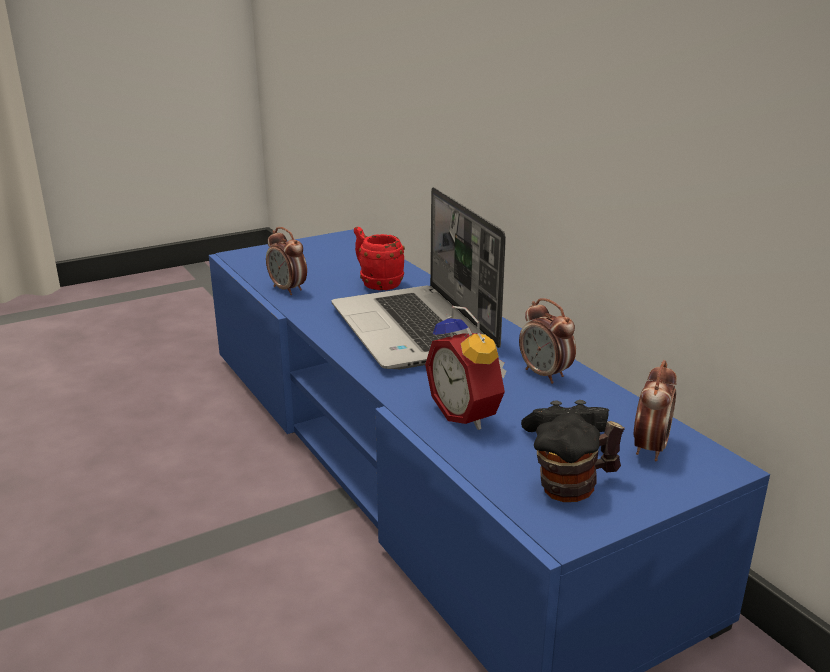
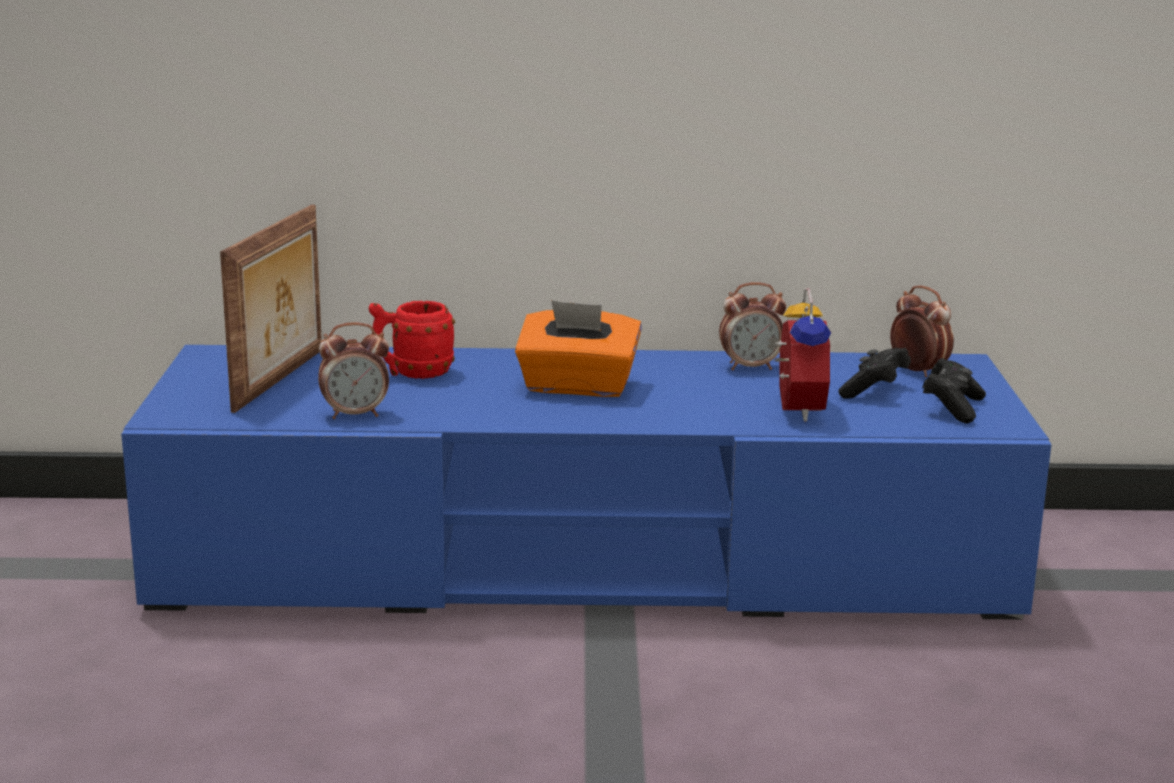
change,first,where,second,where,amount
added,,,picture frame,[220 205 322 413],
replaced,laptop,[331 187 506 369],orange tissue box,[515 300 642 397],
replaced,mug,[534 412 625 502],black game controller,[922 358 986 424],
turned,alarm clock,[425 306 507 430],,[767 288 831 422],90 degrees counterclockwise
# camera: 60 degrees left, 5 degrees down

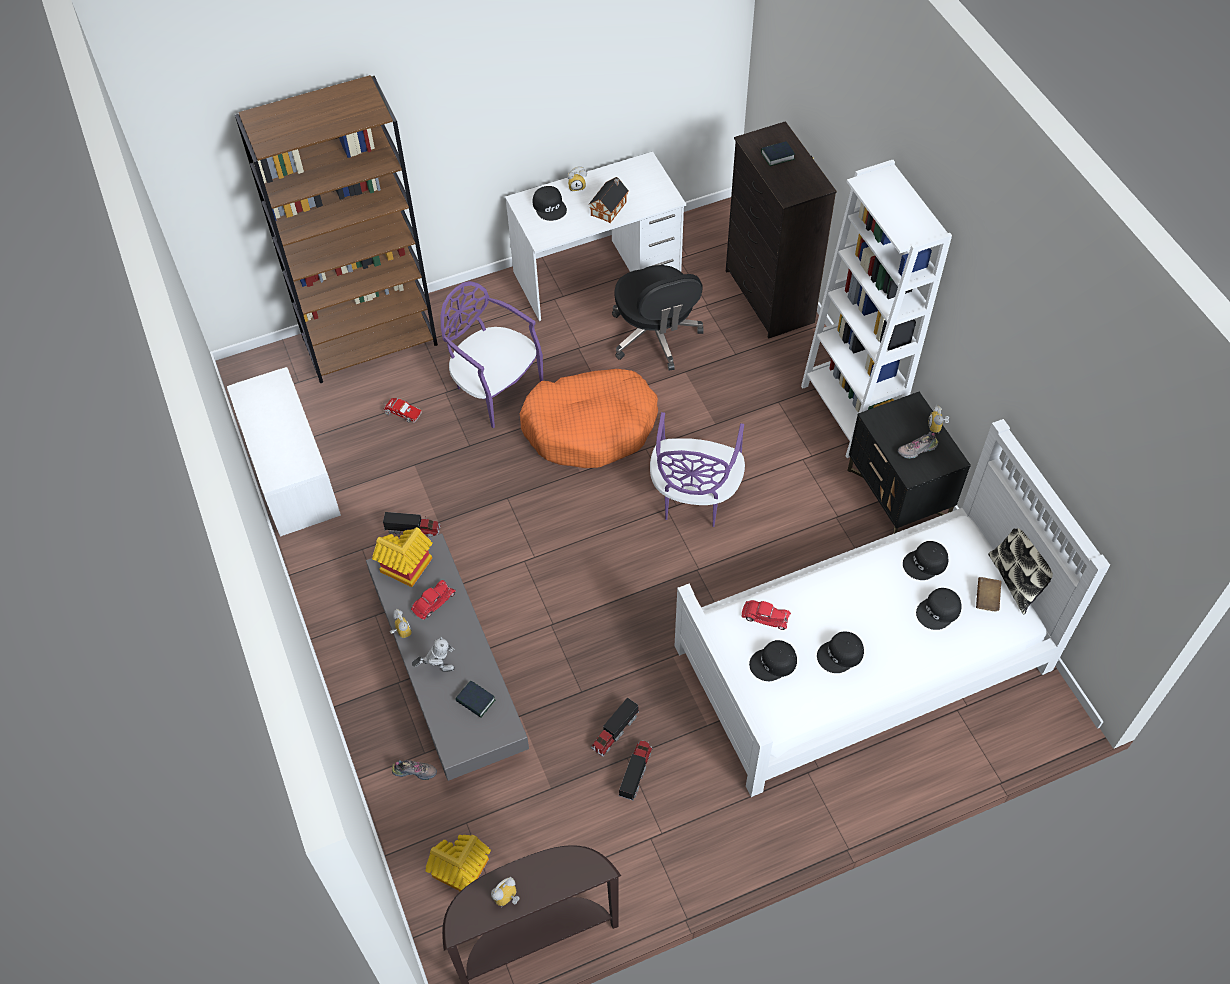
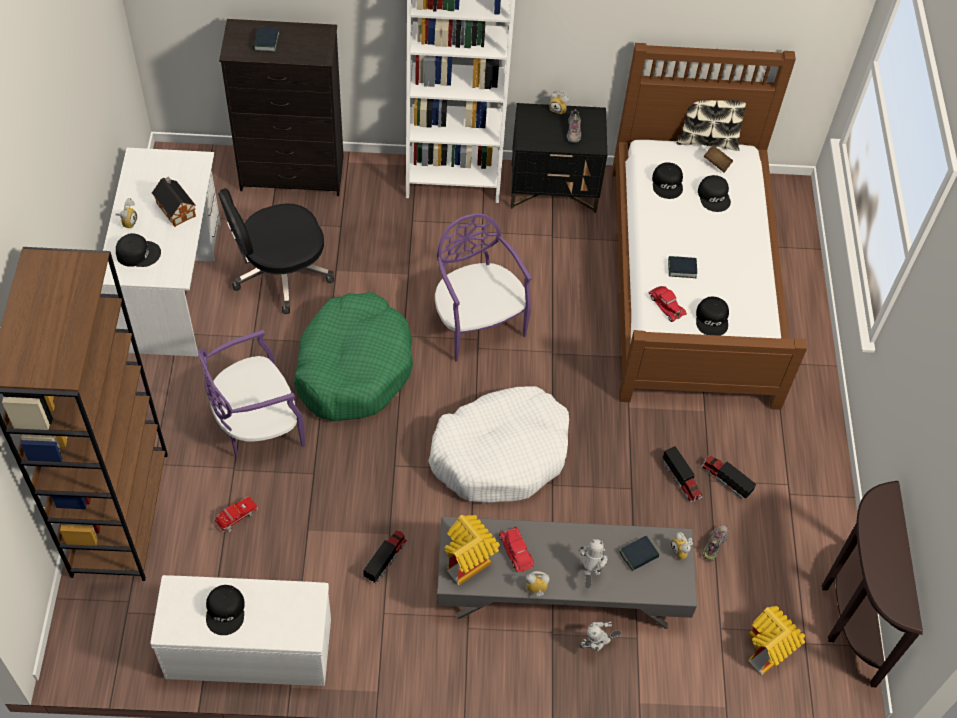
change,first,where,second,where,amount
added,,,white dog bed,[429 386 569 503],
added,,,toy robot,[580 622 621 652],
added,,,book,[668 256 697 278],
moved,shoe,[392 760 437 780],,[702 525 728 561],
moved,alarm clock,[491 877 519 907],,[671 532 693 559],
moved,black cap,[817 631 864 673],,[206 585 245 635],
recoloured,orange dog bed,[520 369 658 468],green dog bed,[294 292 413 421],
recoloured,white bed,[675 419 1110 797],brown bed,[612 43 807 410],
turned,black office chair,[612 265 704 371],,[218 188 334 314],150 degrees clockwise
turned,purple chair,[650 412 745 527],,[435 213 532 362],150 degrees counterclockwise
turned,red toy car,[741 600 791 630],,[649 286 687 322],105 degrees clockwise
# camera: 70 degrees left, 0 degrees up

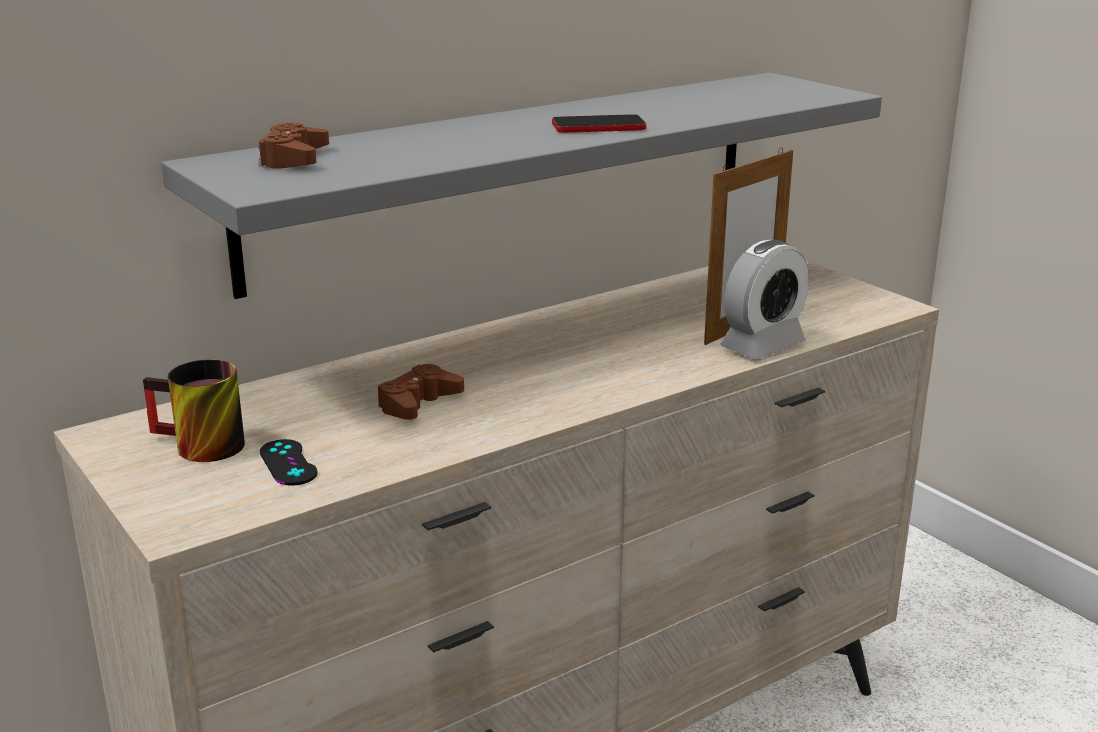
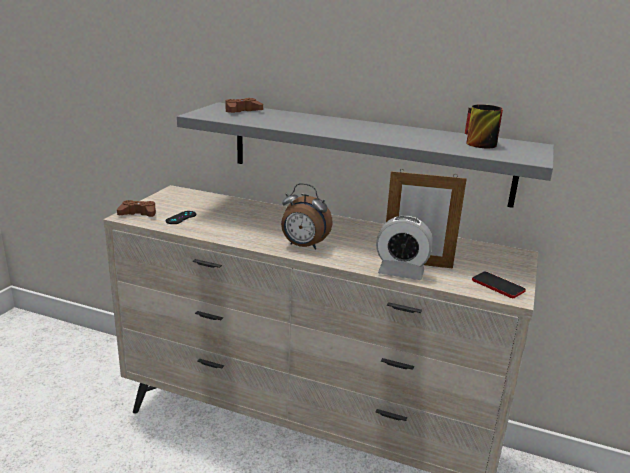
change,first,where,second,where,amount
added,,,alarm clock,[281 183 333 250],
moved,mug,[143 359 245 462],,[465 104 503 148],
moved,brown game controller,[378 364 464 420],,[117 200 156 217],
moved,phone,[552 114 646 133],,[472 271 526 298],
# camera: 55 degrees right, 0 degrees up

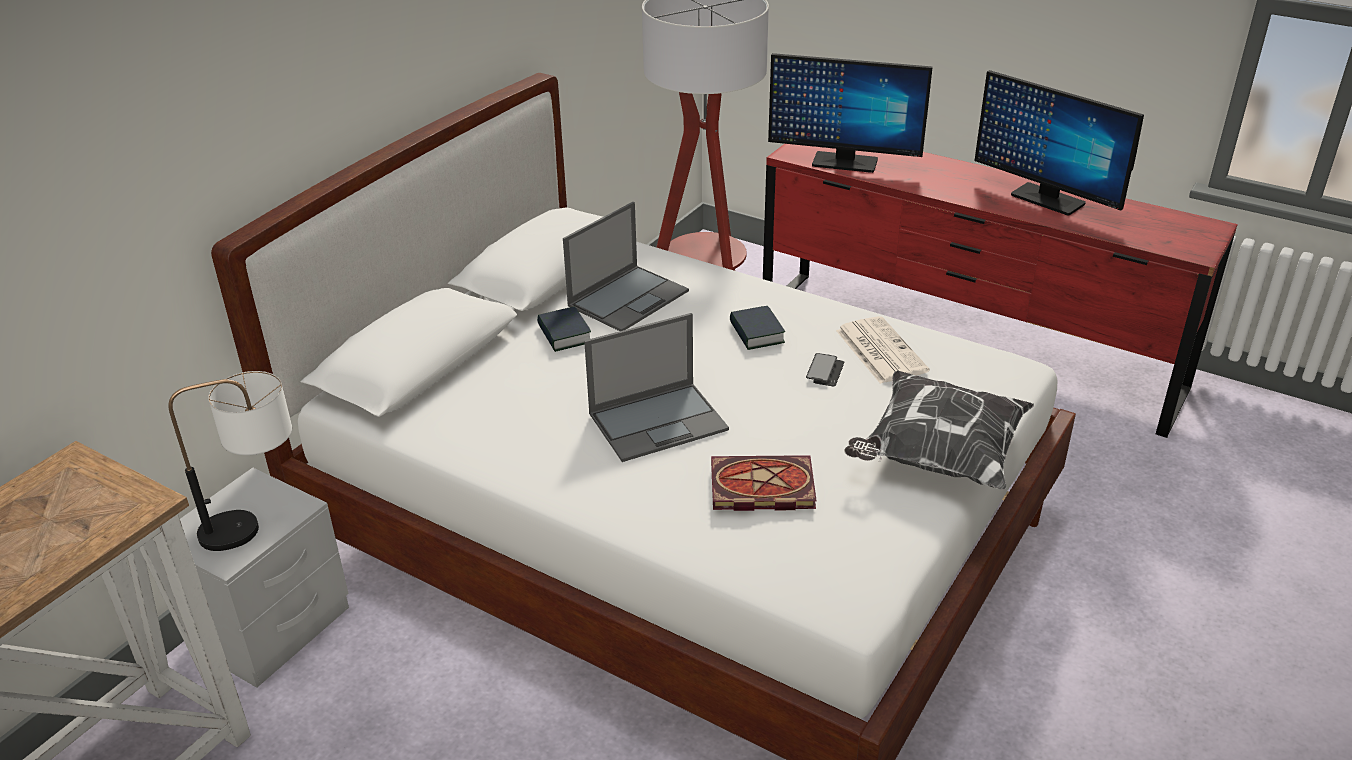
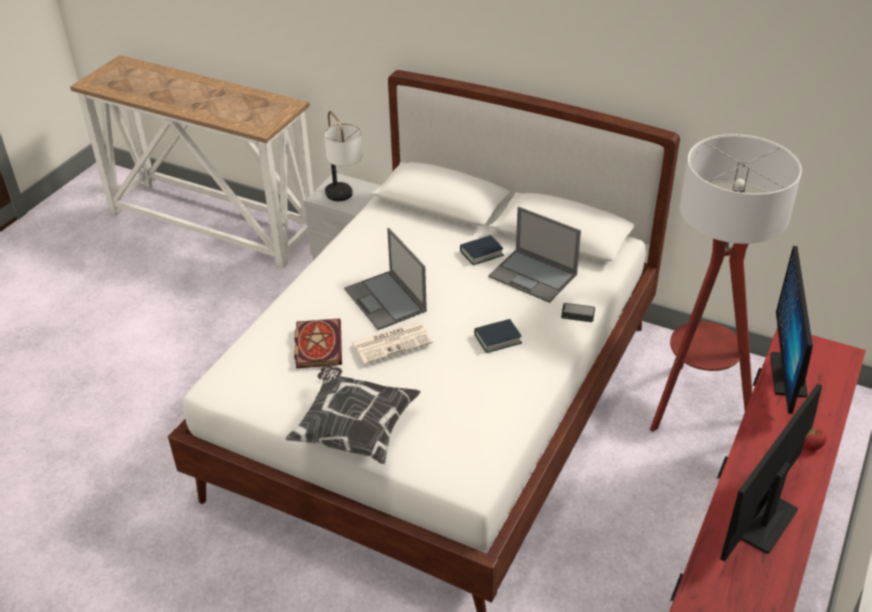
change,first,where,second,where,amount
added,,,apple,[804 429 826 451],
moved,phone,[806 353 845 386],,[561 303 595 322],
moved,newspaper,[836 316 929 384],,[352 322 433 364],
# camera: 85 degrees right, 5 degrees up

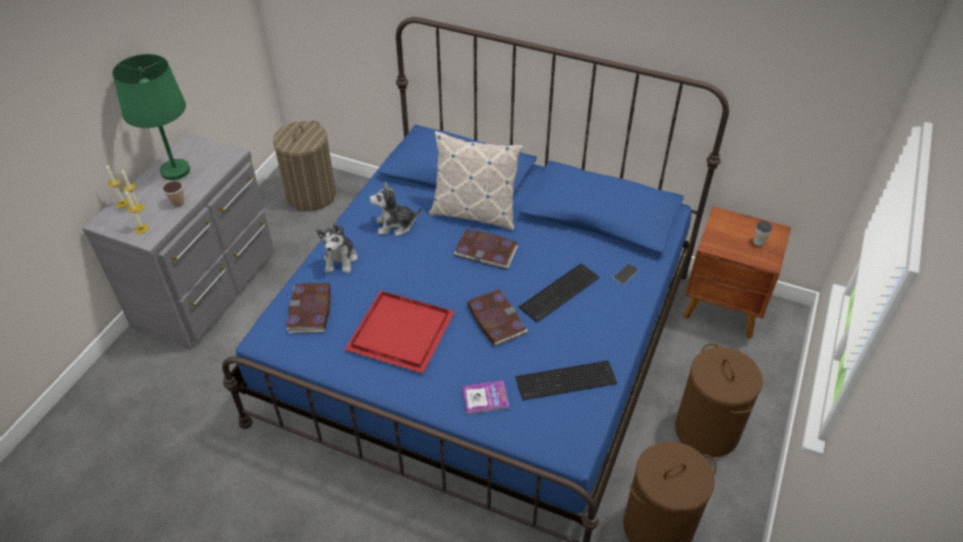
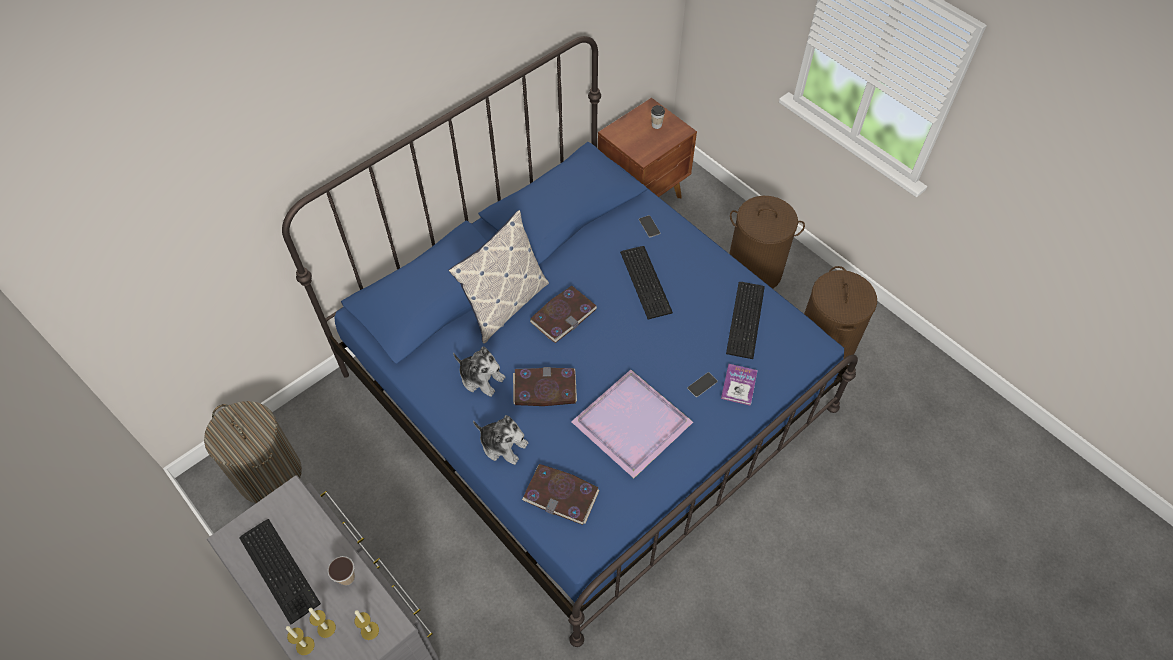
change,first,where,second,where,amount
added,,,phone,[687 372 718 397],
moved,book,[467 289 528 346],,[513 367 577 406],
replaced,green table lamp,[112 54 190 180],keyboard,[239 519 321 625],
recoloured,red tray,[345 291 455 373],purple tray,[571 370 693 478],
turned,plush toy,[369 181 422 236],,[453 347 506 397],75 degrees counterclockwise
# camera: 65 degrees left, 10 degrees up

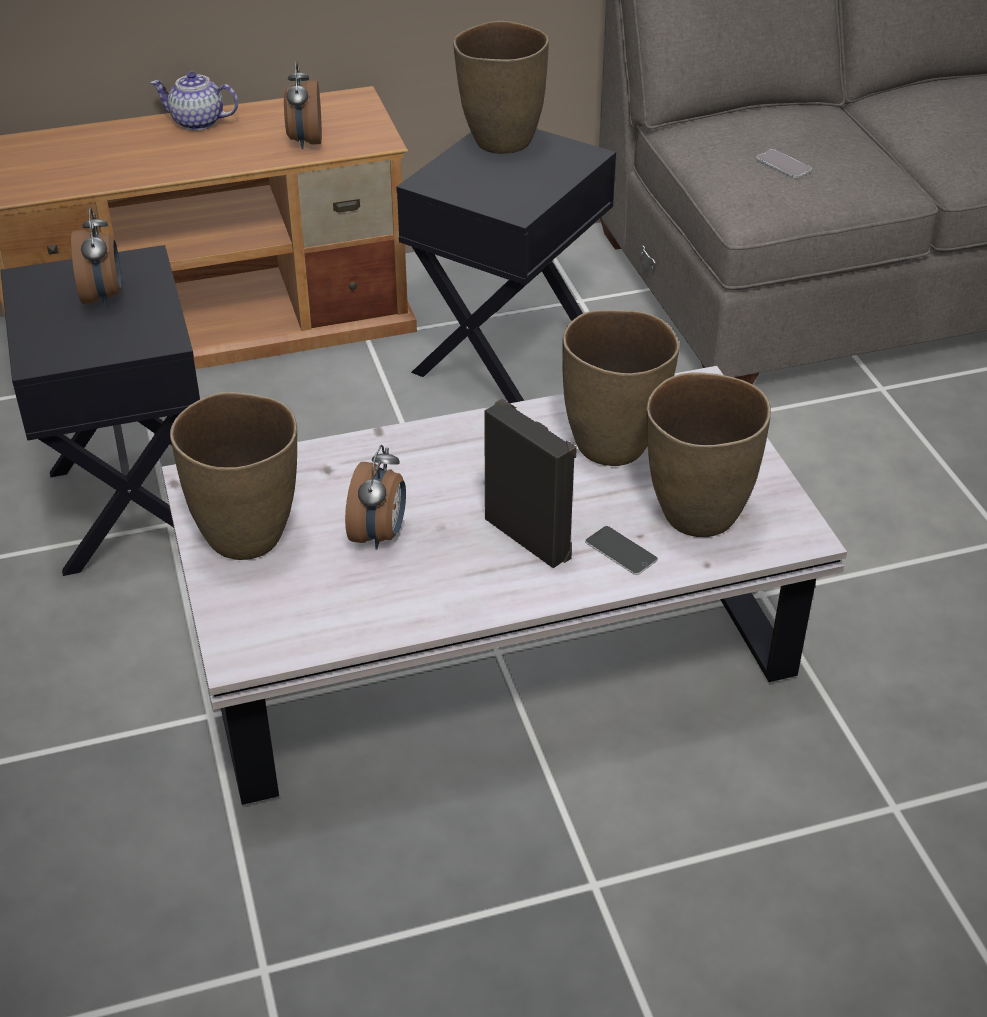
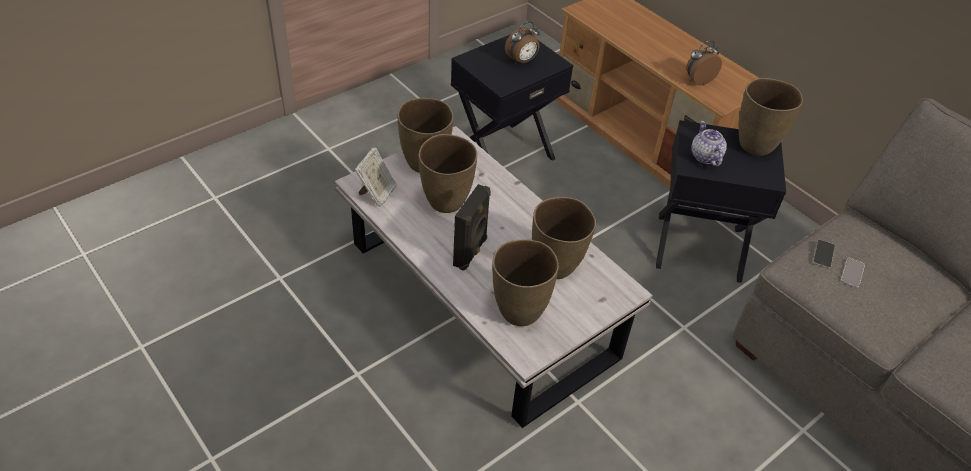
change,first,where,second,where,amount
added,,,picture frame,[355 147 397 207],
moved,teapot,[150 71 238 131],,[691 121 727 166],
moved,phone,[585 526 658 575],,[813 240 835 268],
replaced,alarm clock,[345 445 406 550],brown vase,[418 134 477 213],
# camera: 65 degrees right, 5 degrees up

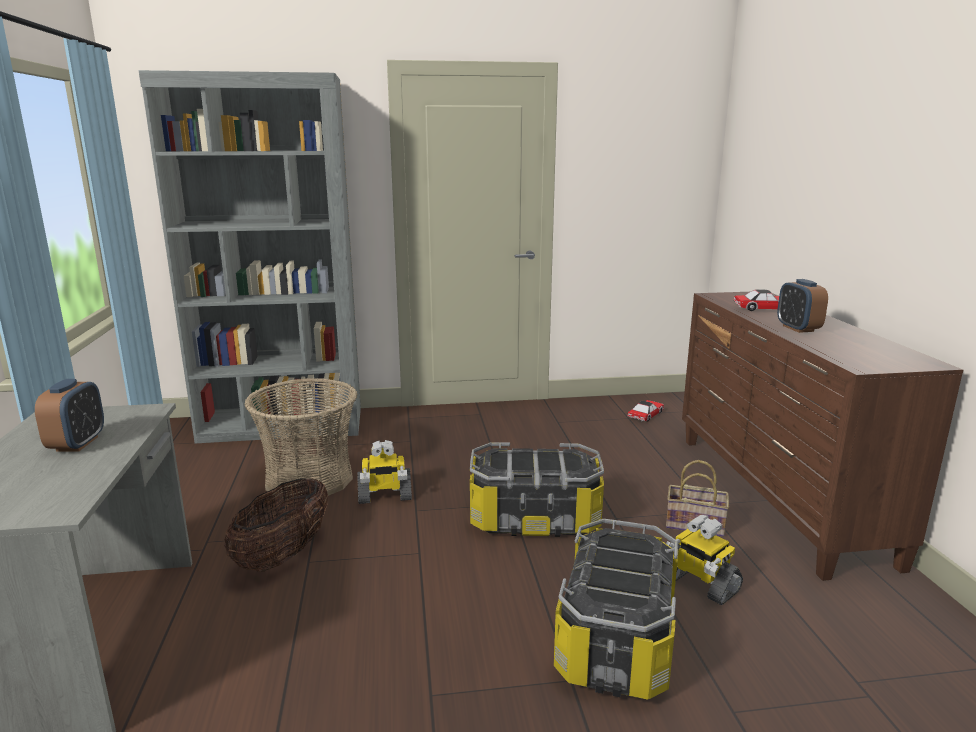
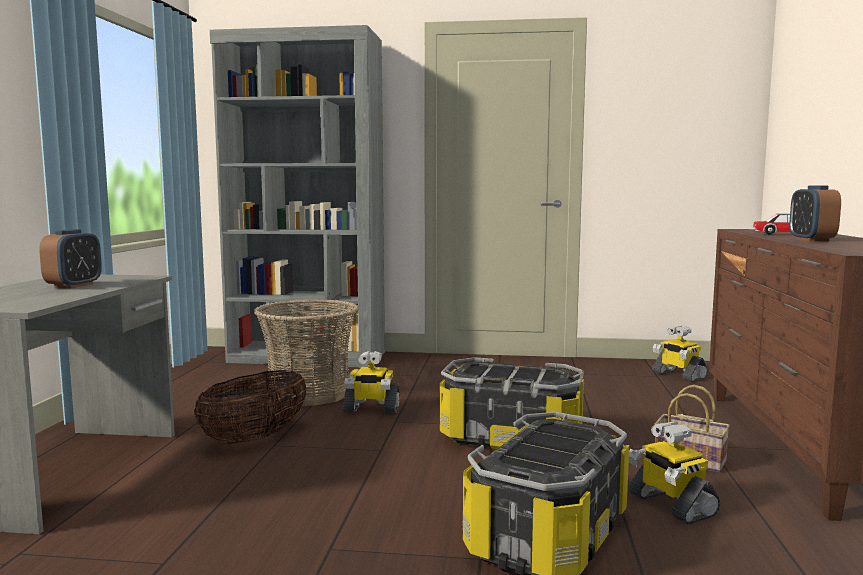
change,first,where,second,where,amount
replaced,toy car,[627 400 664 422],toy robot,[653 326 708 382],
# camera: 15 degrees right, 10 degrees down

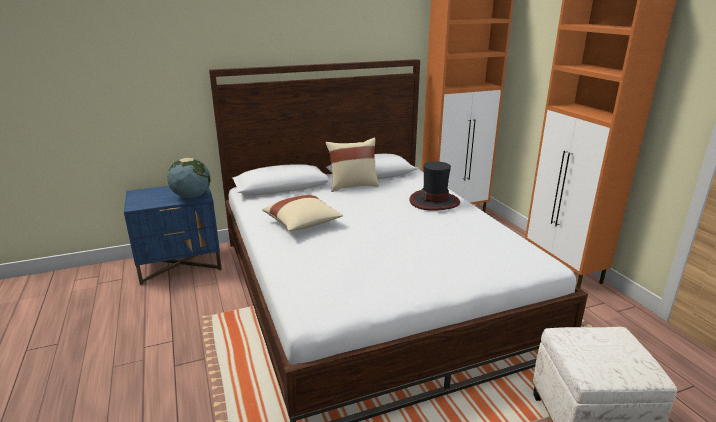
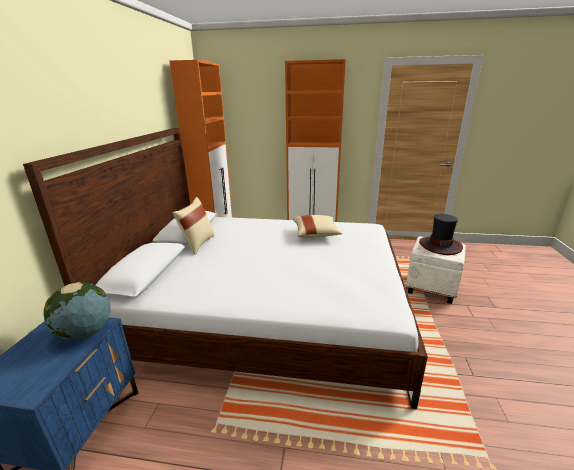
change,first,where,second,where,amount
moved,beige pillow,[262 195 343 231],,[293 215 342 238],
moved,hat,[409 161 460 211],,[419 214 463 255],
# camera: 60 degrees left, 0 degrees up

